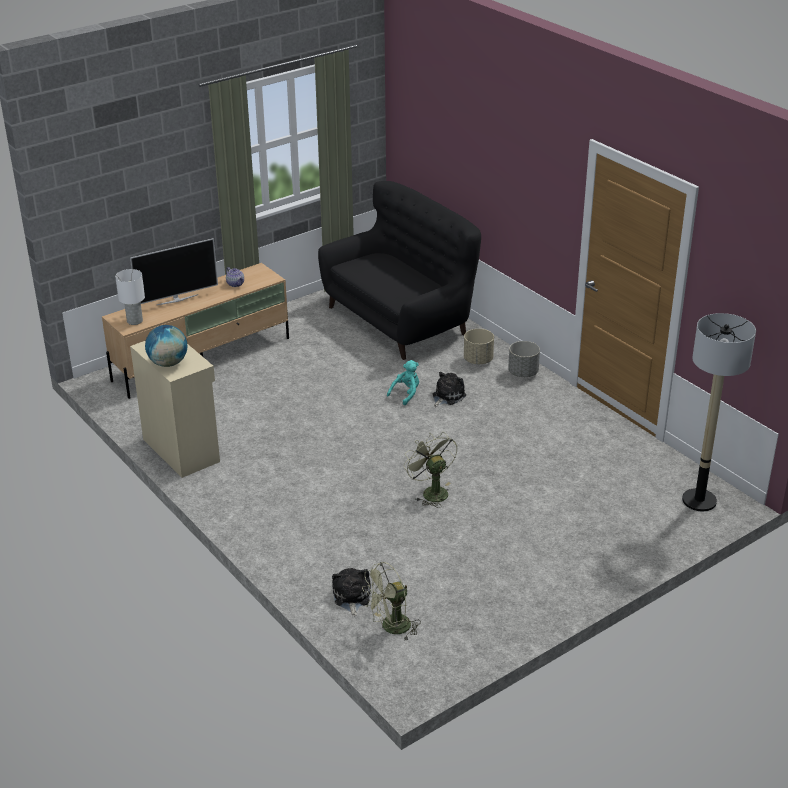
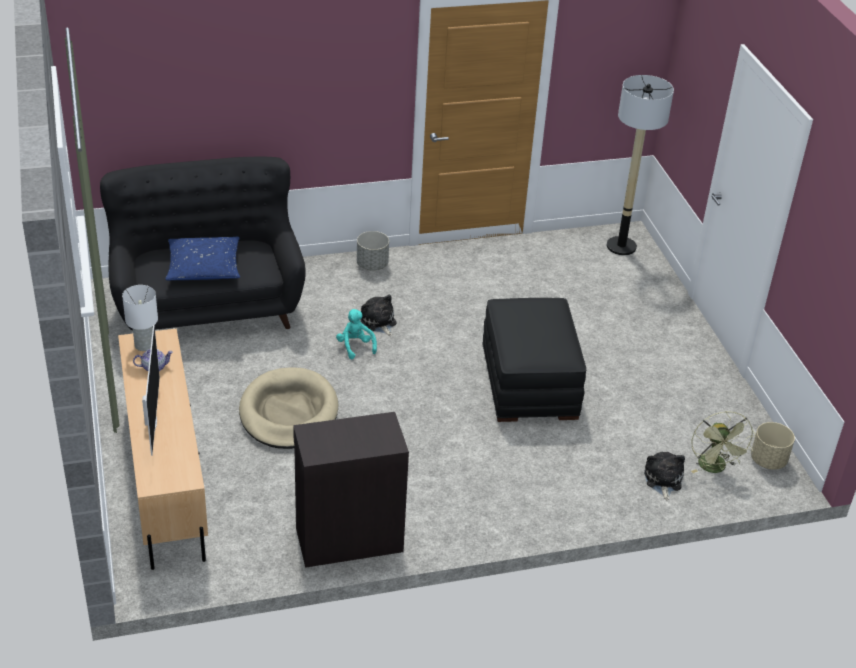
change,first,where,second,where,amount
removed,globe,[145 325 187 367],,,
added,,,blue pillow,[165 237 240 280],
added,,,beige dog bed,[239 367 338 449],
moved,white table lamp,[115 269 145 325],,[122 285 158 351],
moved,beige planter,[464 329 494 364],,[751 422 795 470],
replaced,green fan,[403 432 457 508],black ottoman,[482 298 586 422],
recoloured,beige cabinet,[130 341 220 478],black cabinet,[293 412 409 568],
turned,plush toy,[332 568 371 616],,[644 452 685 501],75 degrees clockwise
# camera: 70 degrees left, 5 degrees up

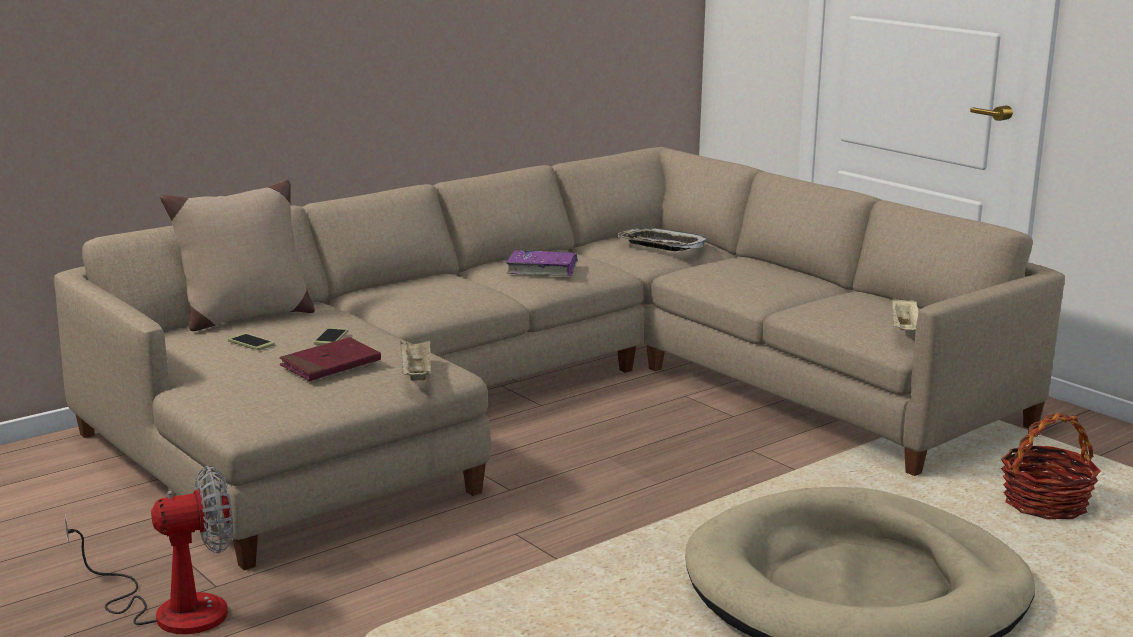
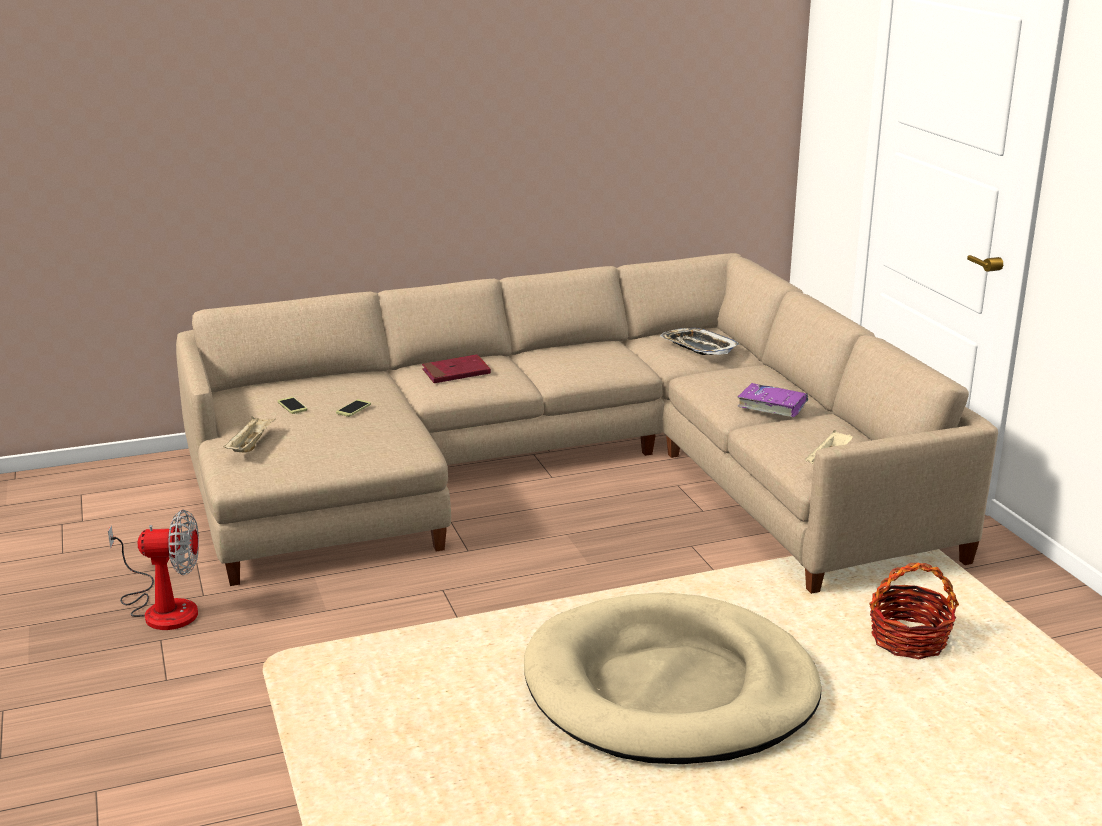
change,first,where,second,where,amount
removed,beige pillow,[160 180 315 331],,,
moved,red book,[279 337 381 381],,[422 354 491 383],
moved,beige tray,[400 340 431 381],,[223 416 276 453],
moved,purple book,[506 250 578 276],,[737 383 808 417],
# camera: 20 degrees right, 5 degrees up

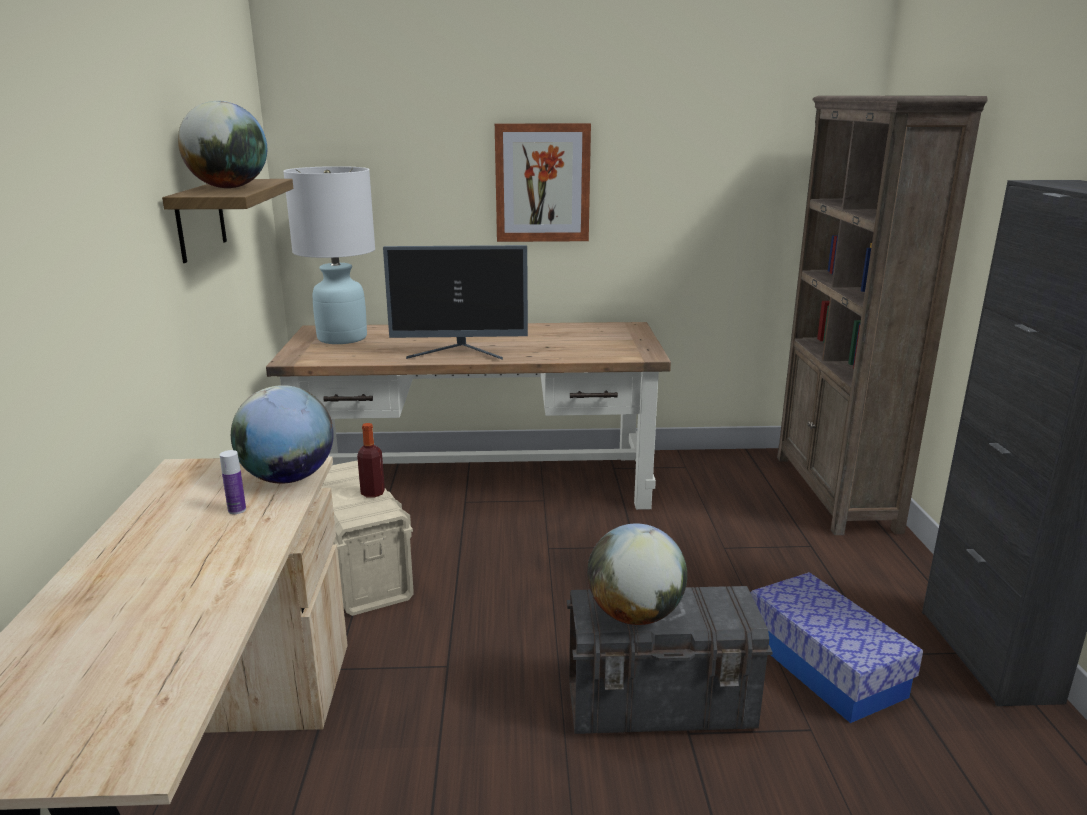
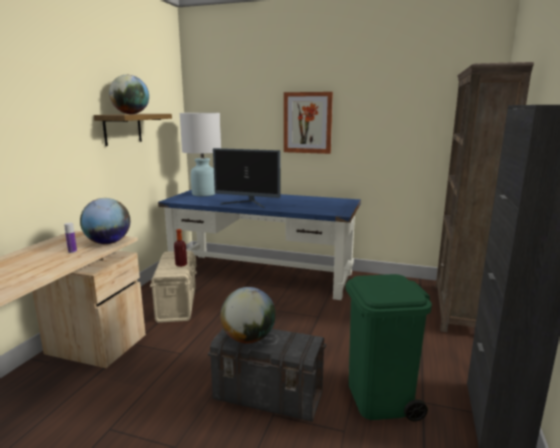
change,first,where,second,where,amount
replaced,storage box,[751 572 923 723],green trash can,[346 274 432 422],
recoloured,brown desk,[266 322 671 510],blue desk,[158 190 361 300],
# camera: 20 degrees right, 5 degrees down

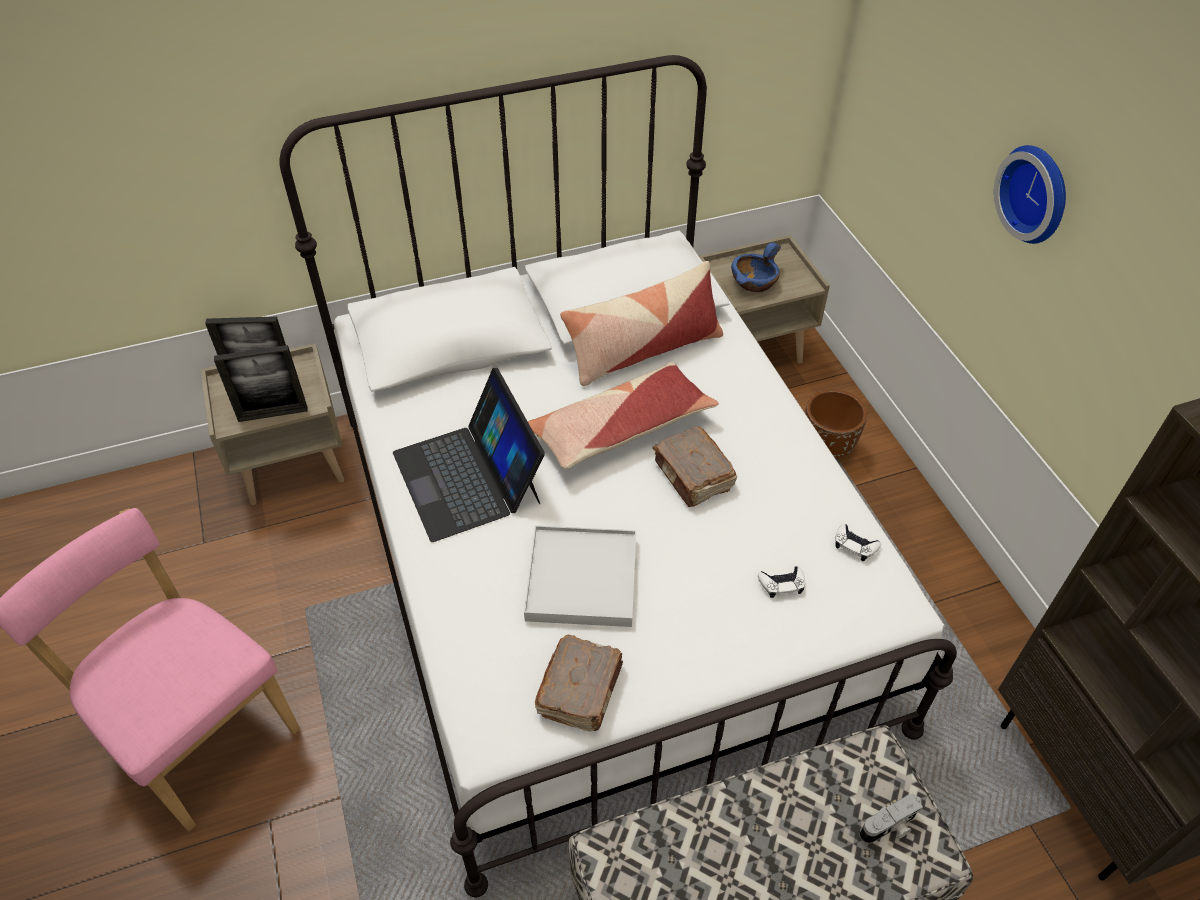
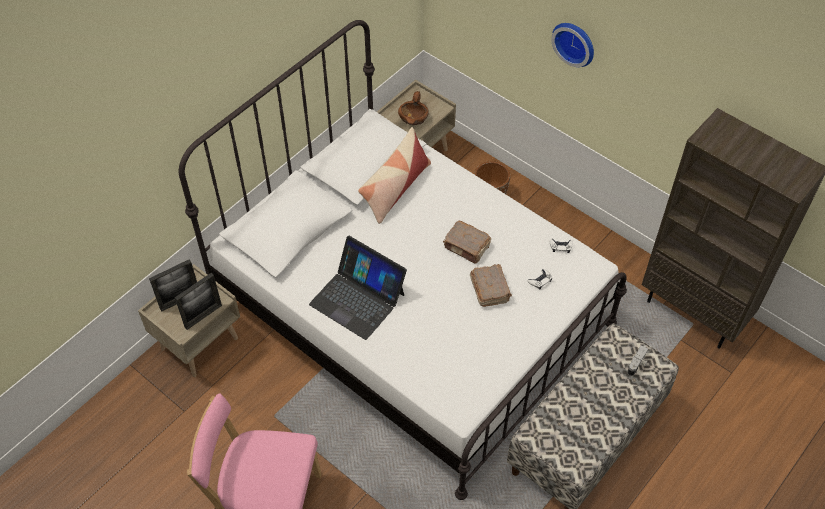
change,first,where,second,where,amount
removed,white tray,[524 526 636 627],,,
removed,pillow,[528 362 719 469],,,
moved,brown book,[535 635 623 732],,[470 264 512 307],
recoloured,blue bowl,[731 242 781 292],brown bowl,[398 91 429 125],
# camera: 30 degrees left, 5 degrees up

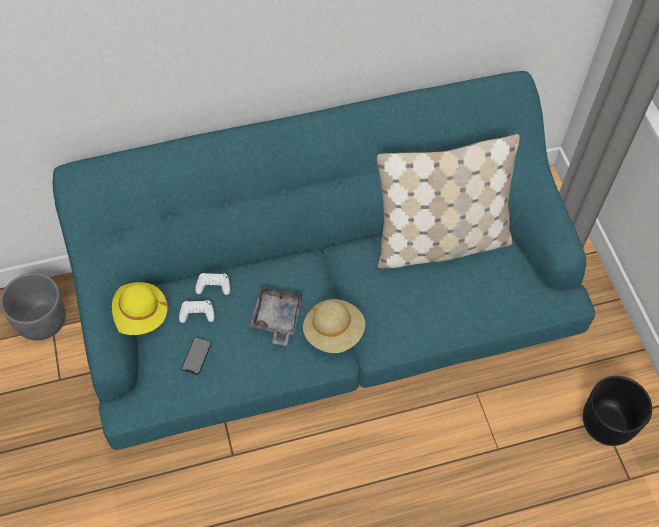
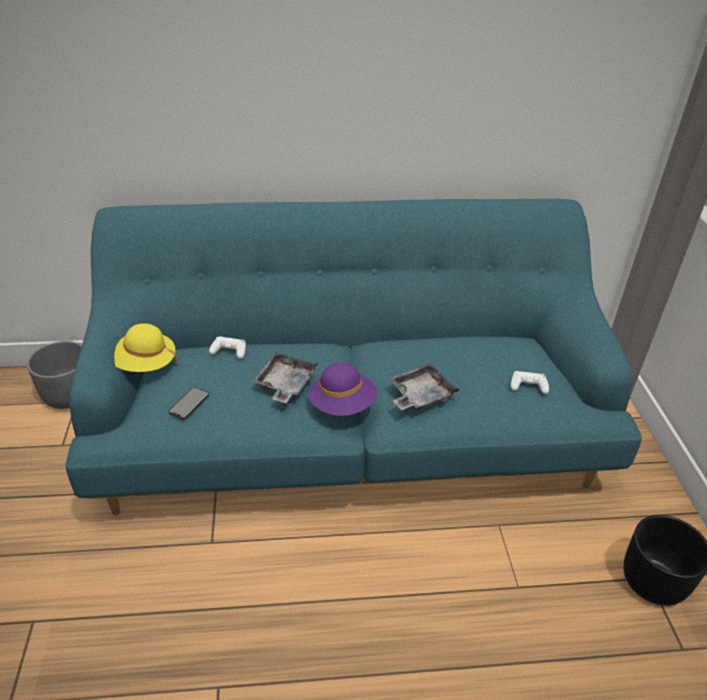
change,first,where,second,where,amount
removed,beige pillow,[377 134 520 269],,,
added,,,grey tray,[389 363 459 411],
moved,white game controller,[179 300 215 323],,[510 371 549 394],
recoloured,beige hat,[303 299 365 353],purple hat,[308 362 378 416],
# camera: 10 degrees right, 20 degrees down

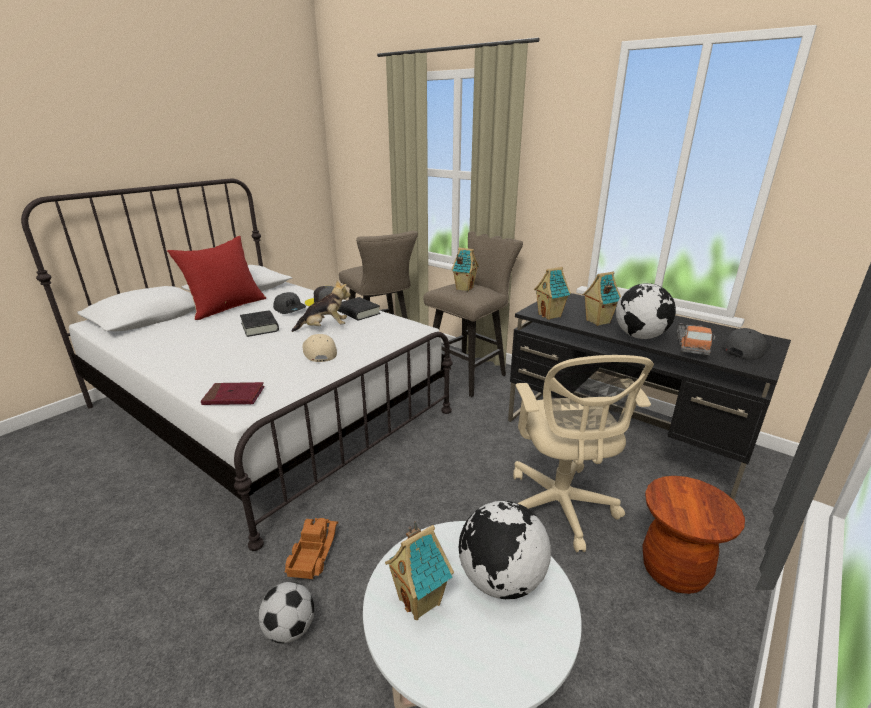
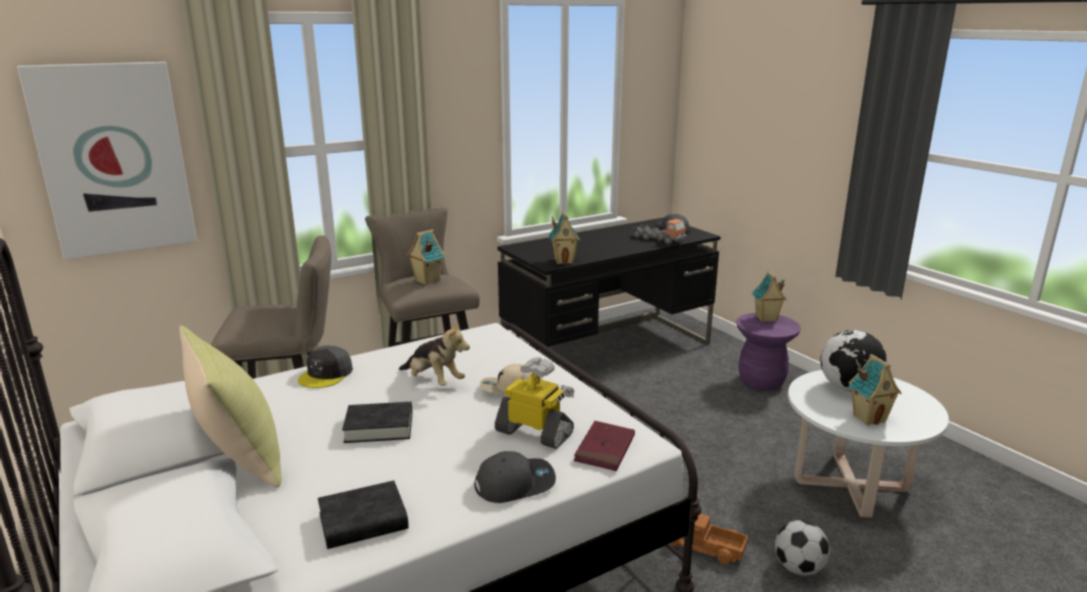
change,first,where,second,where,amount
removed,beige office chair,[513 355 654 552],,,
removed,globe,[616 283 676 339],,,
added,,,picture,[17 62 197 260],
added,,,toy robot,[495 357 574 449],
moved,grey cap,[273 292 306 314],,[474 451 556 503],
moved,black book,[338 297 381 321],,[318 480 409 549],
moved,toy house,[582 272 621 326],,[752 271 786 322],
recoloured,red pillow,[167 236 266 320],yellow pillow,[179 325 282 487],
recoloured,brown stool,[642 476 745 594],purple stool,[736 313 801 391],
turned,plush toy,[291 280 351 332],,[399 321 470 386],120 degrees clockwise
# camera: 70 degrees left, 5 degrees down

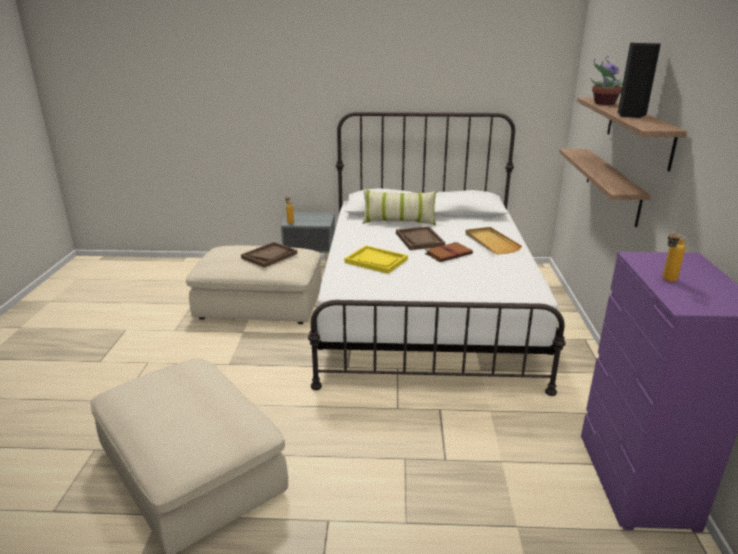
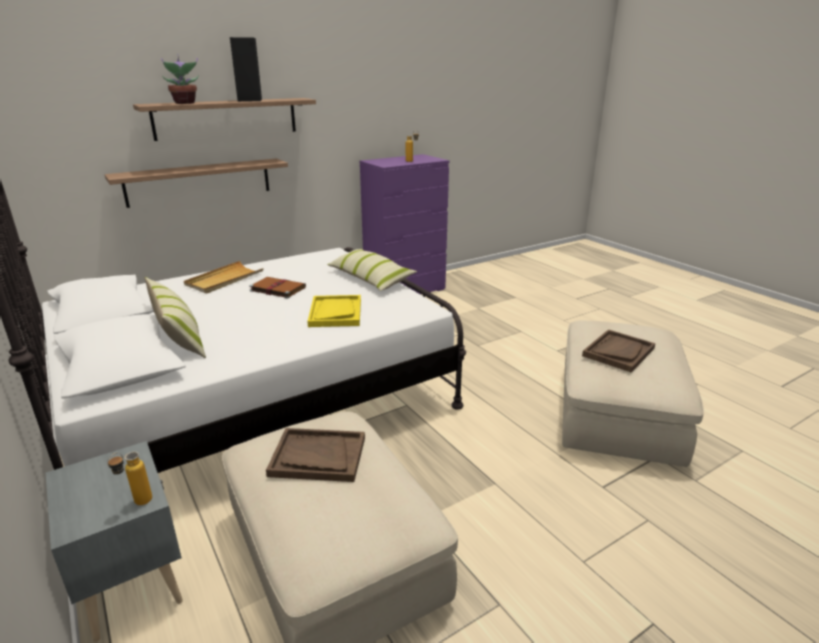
change,first,where,second,where,amount
added,,,pillow,[328 249 417 291],
moved,brown tray,[396 226 445 250],,[582 329 655 372],
# camera: 125 degrees left, 0 degrees up

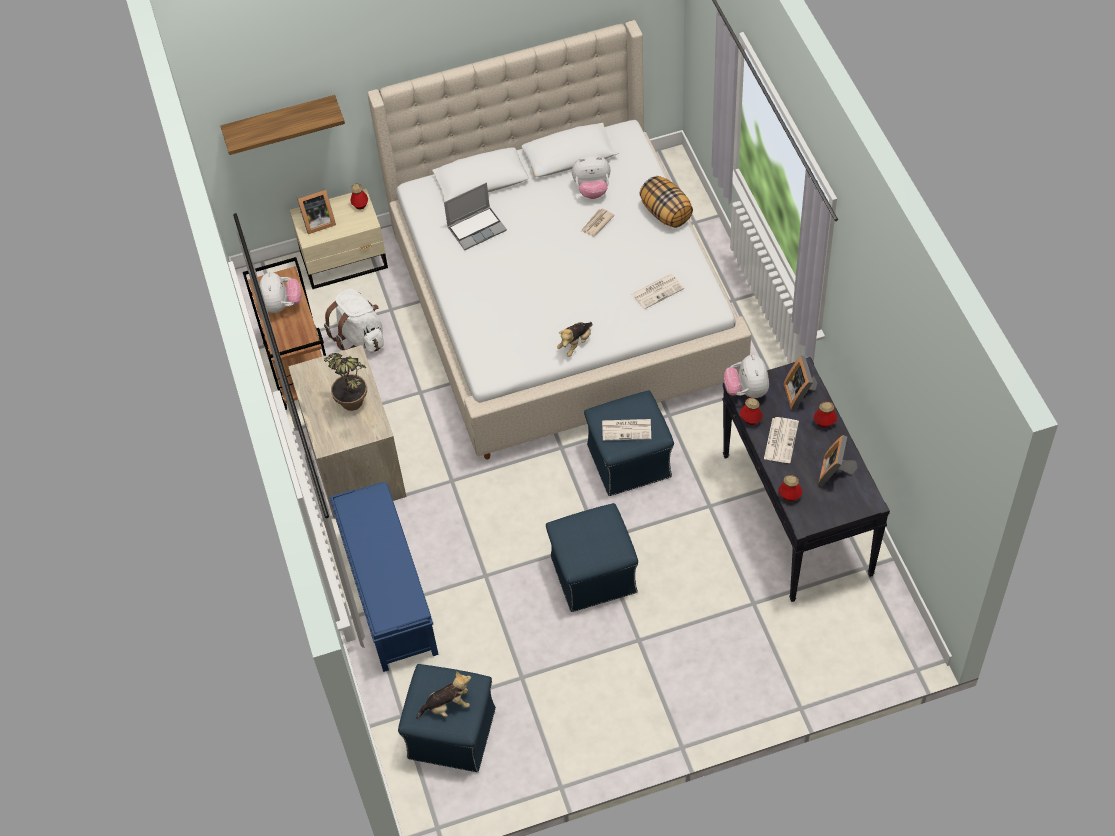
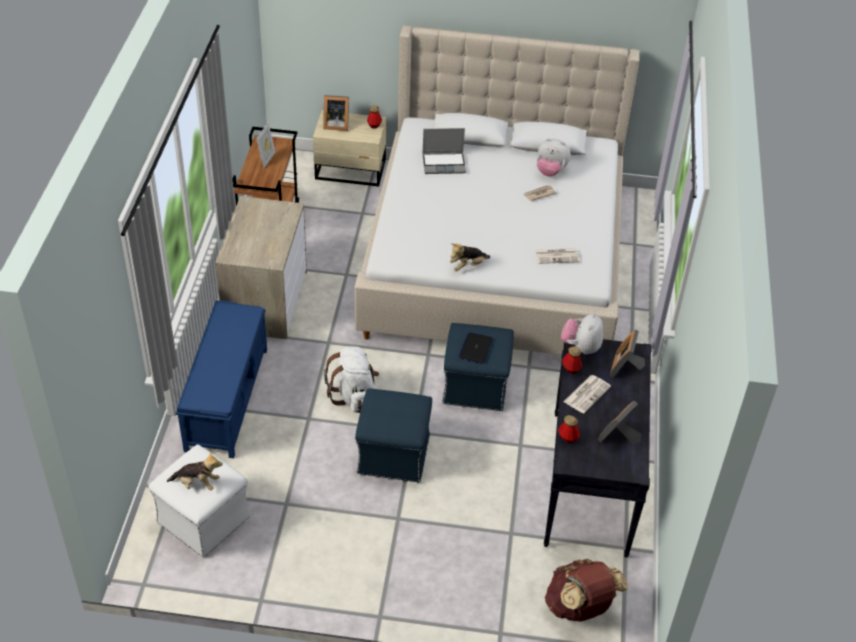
change,first,where,second,where,amount
removed,shelf,[220 95 345 155],,,
removed,potted plant,[324 353 367 411],,,
removed,pillow,[639 176 693 228],,,
removed,bottle,[813 402 837 428],,,
added,,,brown backpack,[545 559 628 622],
moved,white backpack,[324 288 384 353],,[324 346 379 413],
replaced,plush toy,[260 272 301 313],picture frame,[256 123 276 168],
replaced,newspaper,[602 419 651 441],laptop,[459 332 493 364],
recoloured,blue ottoman,[398 664 496 772],white ottoman,[149 444 250 558],
# camera: 20 degrees right, 10 degrees down

